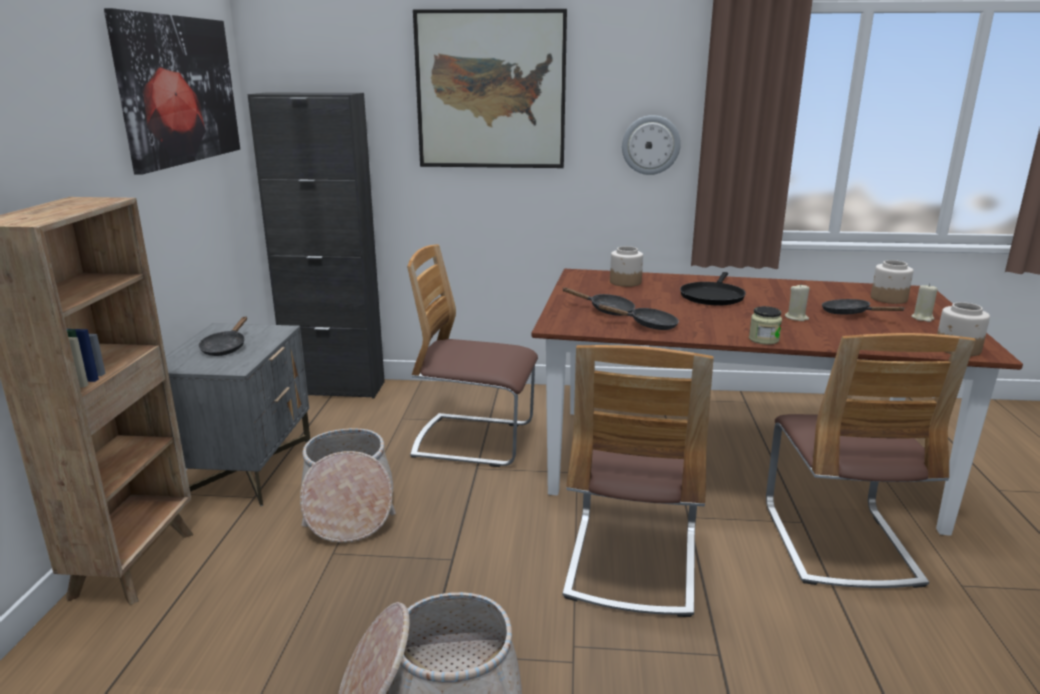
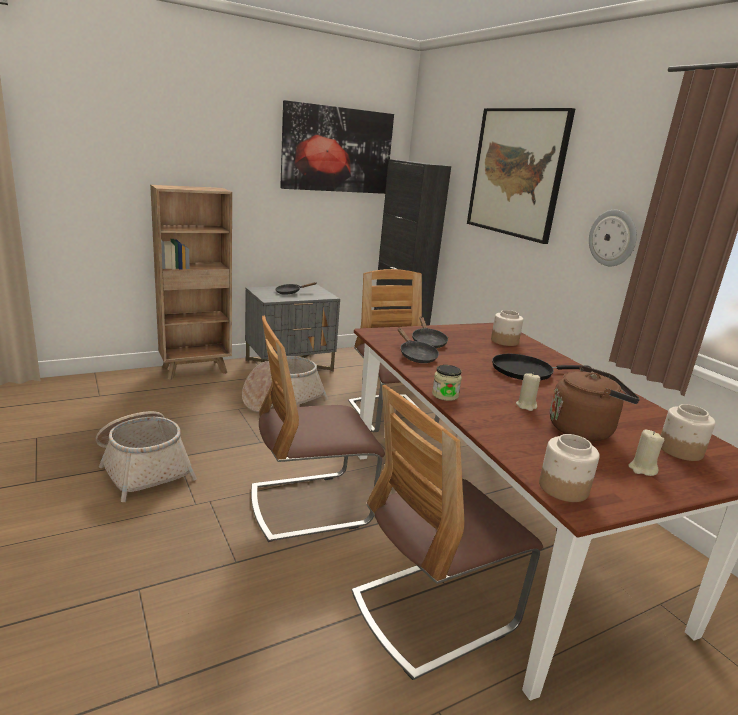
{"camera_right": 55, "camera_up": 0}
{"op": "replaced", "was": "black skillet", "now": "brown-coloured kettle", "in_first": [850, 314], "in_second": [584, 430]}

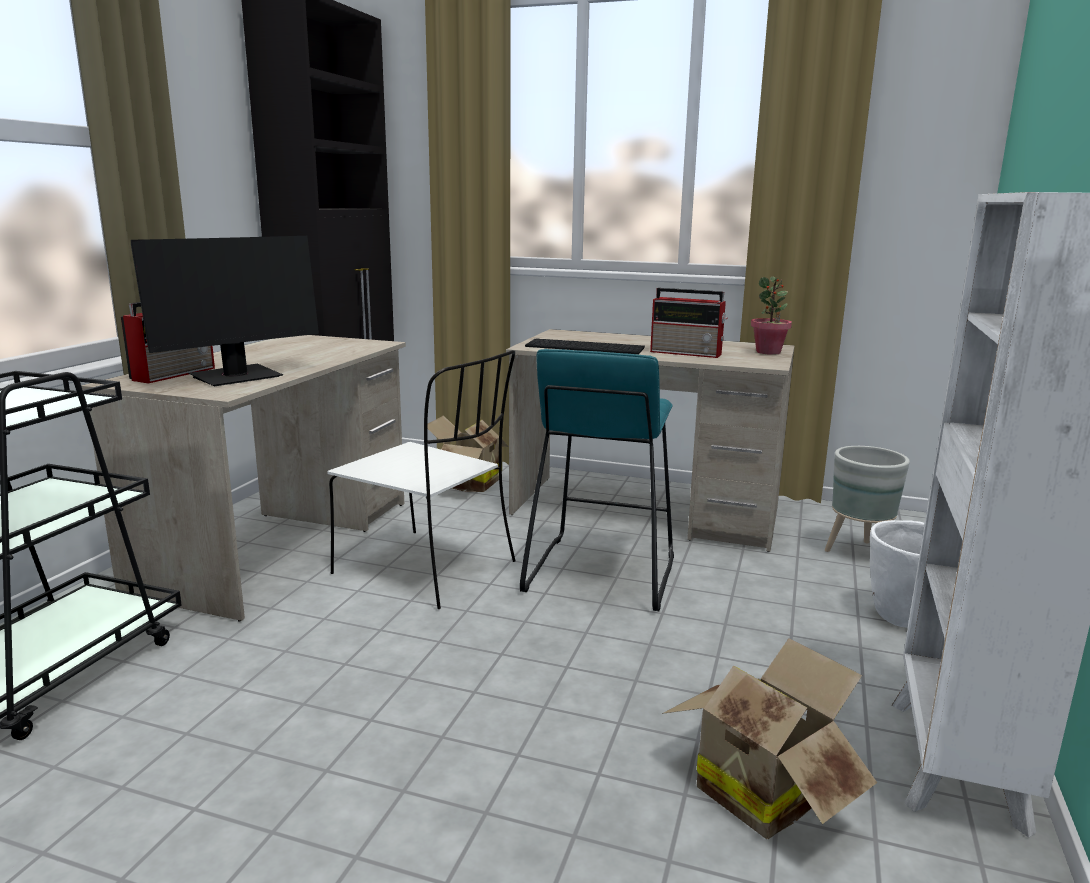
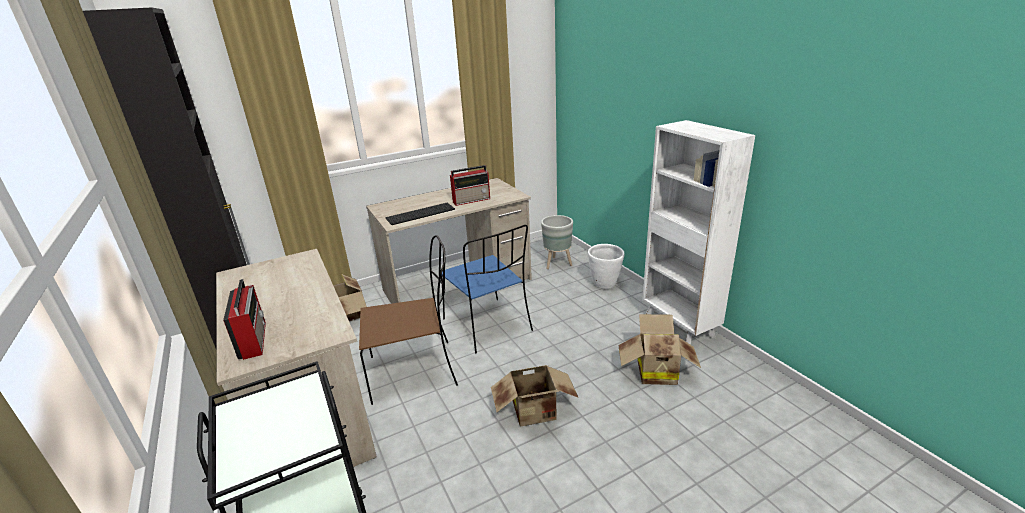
{"camera_right": -45, "camera_up": 10}
{"op": "removed", "was": "monitor", "in_first": [236, 377]}
{"op": "removed", "was": "houseplant", "in_first": [768, 352]}
{"op": "replaced", "was": "turquoise-coloured stool seat", "now": "blue-coloured chair", "in_first": [600, 572], "in_second": [488, 326]}
{"op": "recoloured", "was": "whitish chair", "now": "brown-coloured chair", "in_first": [429, 569], "in_second": [415, 370]}
{"op": "added", "now": "packing box", "in_second": [536, 414]}

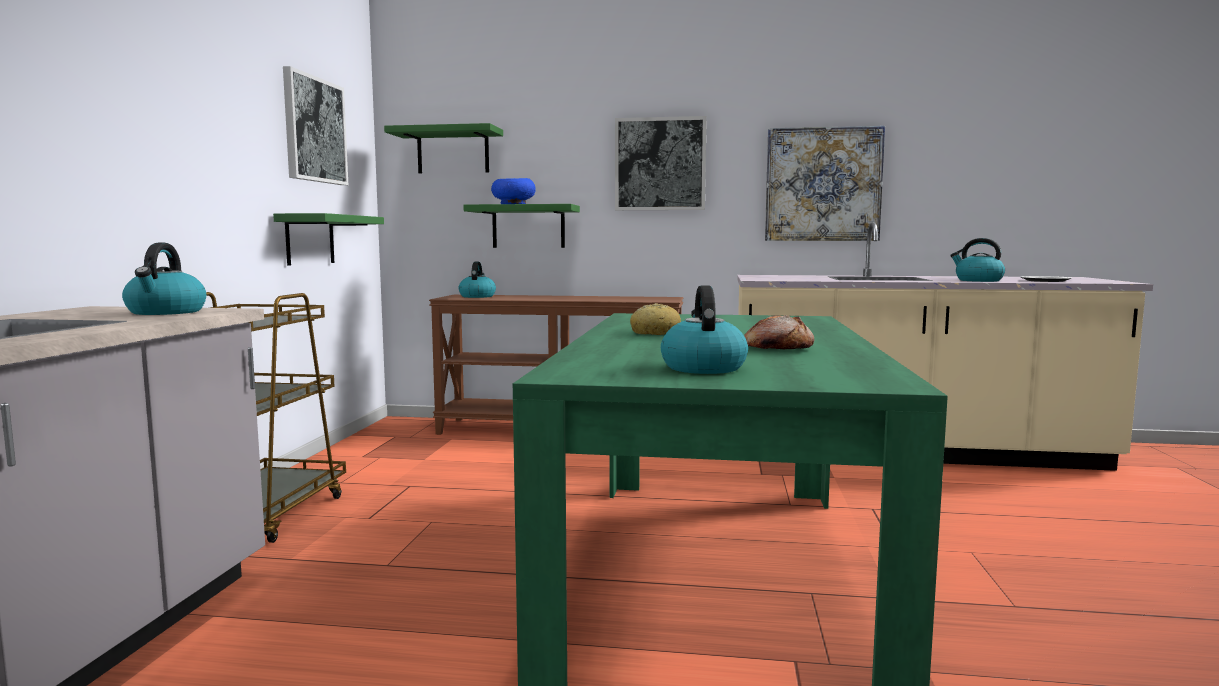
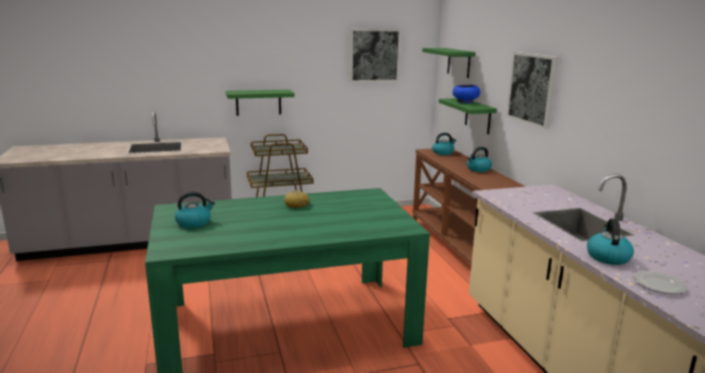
{"camera_right": 65, "camera_up": 10}
{"op": "removed", "was": "picture", "in_first": [823, 184]}
{"op": "moved", "was": "green bracket shelf", "in_first": [310, 239], "in_second": [258, 102]}
{"op": "moved", "was": "kettle", "in_first": [166, 312], "in_second": [478, 169]}
{"op": "removed", "was": "baked bread", "in_first": [777, 348]}

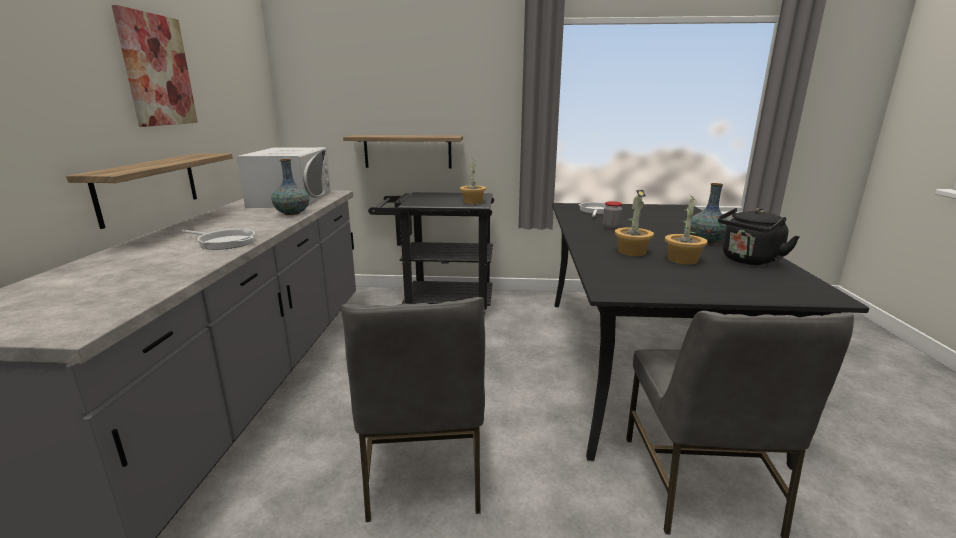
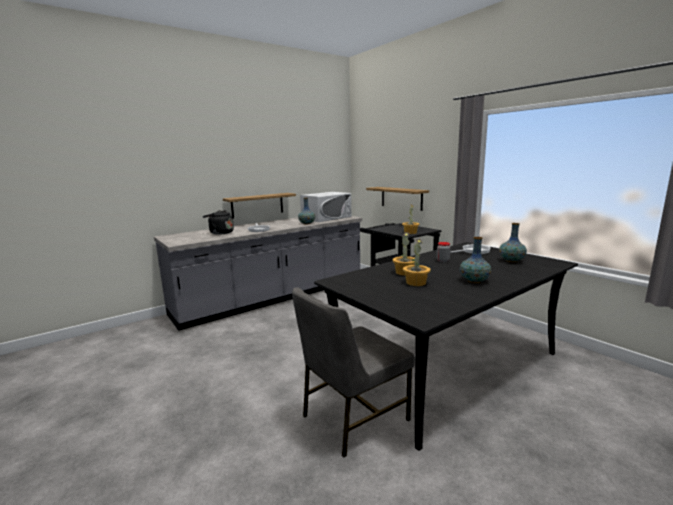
{"camera_right": 50, "camera_up": -5}
{"op": "removed", "was": "picture", "in_first": [157, 70]}
{"op": "moved", "was": "black kettle", "in_first": [749, 261], "in_second": [220, 233]}
{"op": "removed", "was": "greyish chair", "in_first": [423, 470]}
{"op": "added", "now": "vase", "in_second": [511, 260]}

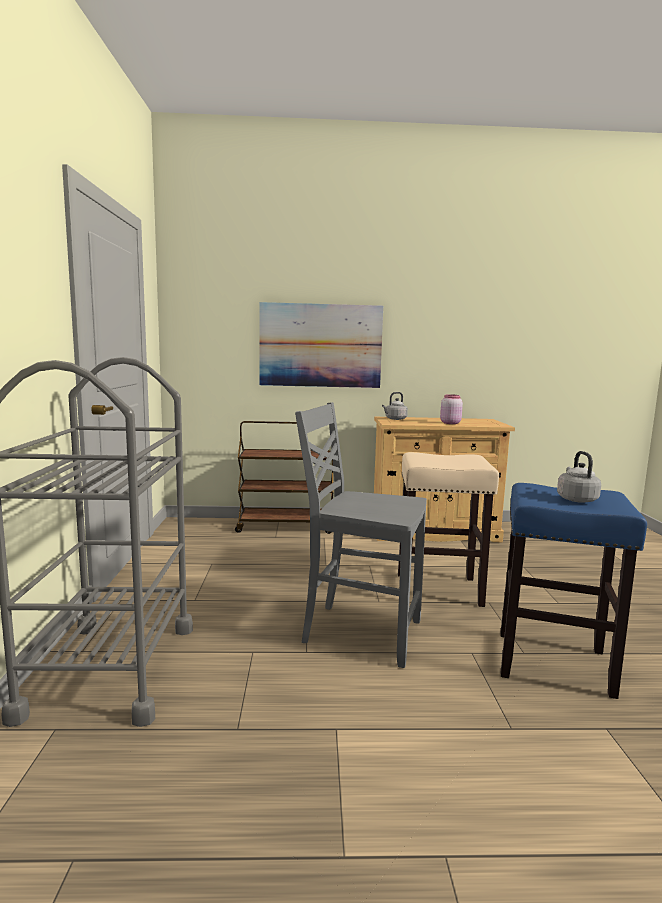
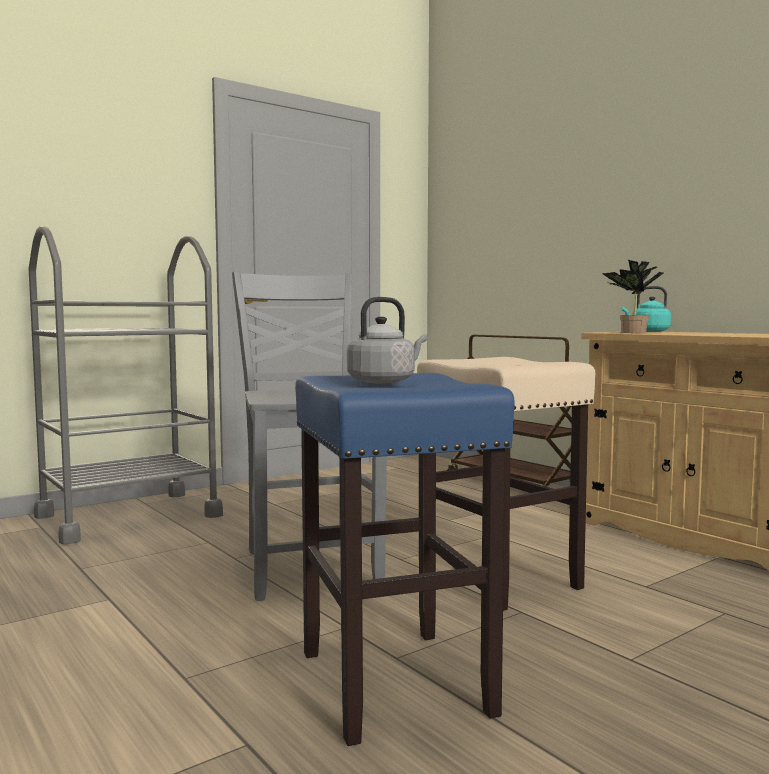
{"camera_right": 55, "camera_up": -5}
{"op": "removed", "was": "picture", "in_first": [320, 345]}
{"op": "recoloured", "was": "greyish kettle", "now": "turquoise-coloured kettle", "in_first": [395, 419], "in_second": [648, 331]}
{"op": "removed", "was": "pinkish storage jar", "in_first": [449, 423]}
{"op": "added", "now": "houseplant", "in_second": [631, 332]}

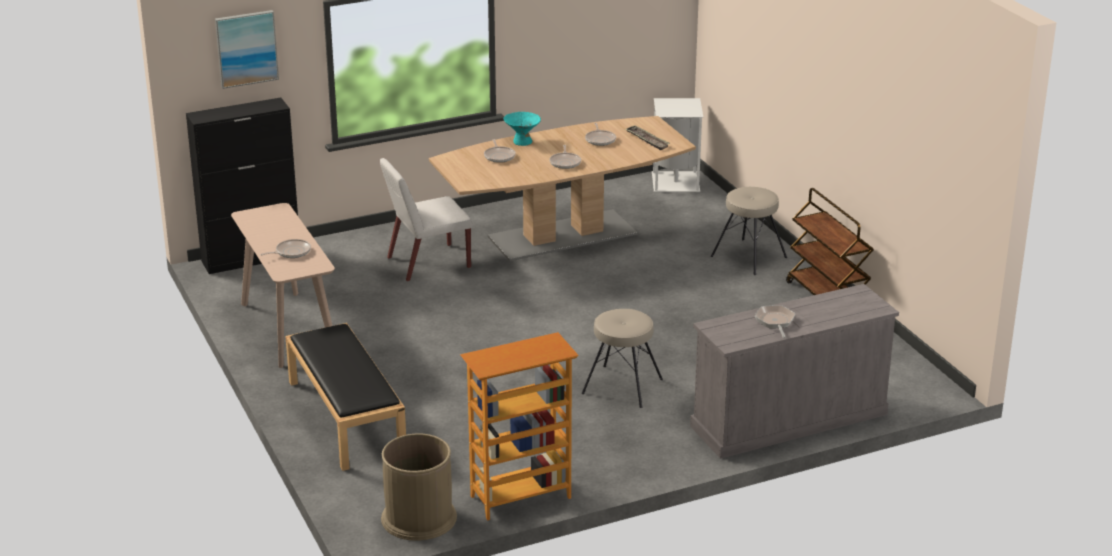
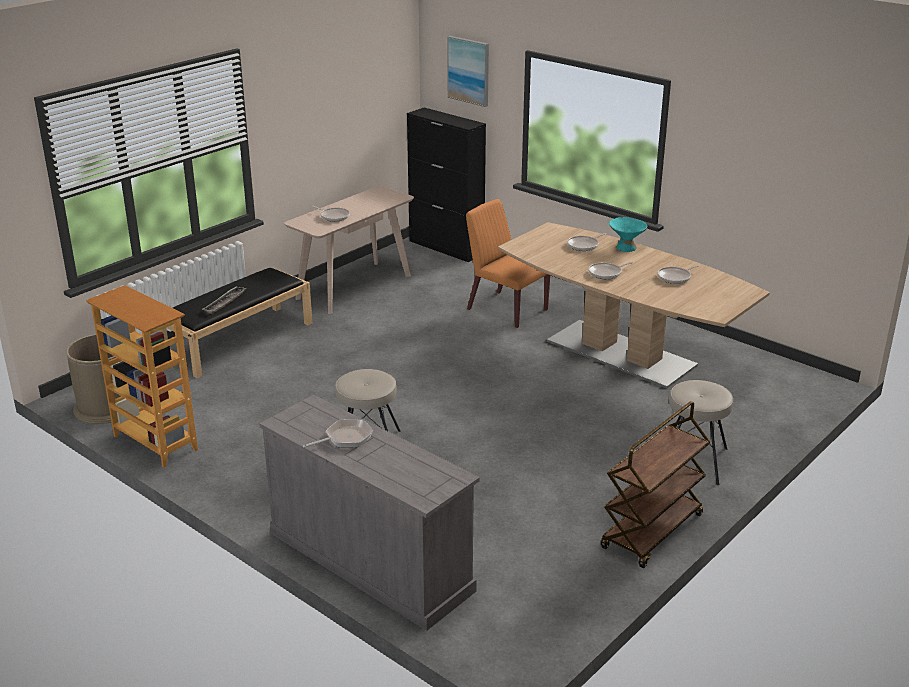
{"camera_right": 65, "camera_up": 0}
{"op": "removed", "was": "whitish waste bin", "in_first": [676, 181]}
{"op": "moved", "was": "carrying tray", "in_first": [647, 140], "in_second": [225, 303]}
{"op": "recoloured", "was": "whitish chair", "now": "orangey chair", "in_first": [427, 263], "in_second": [506, 309]}

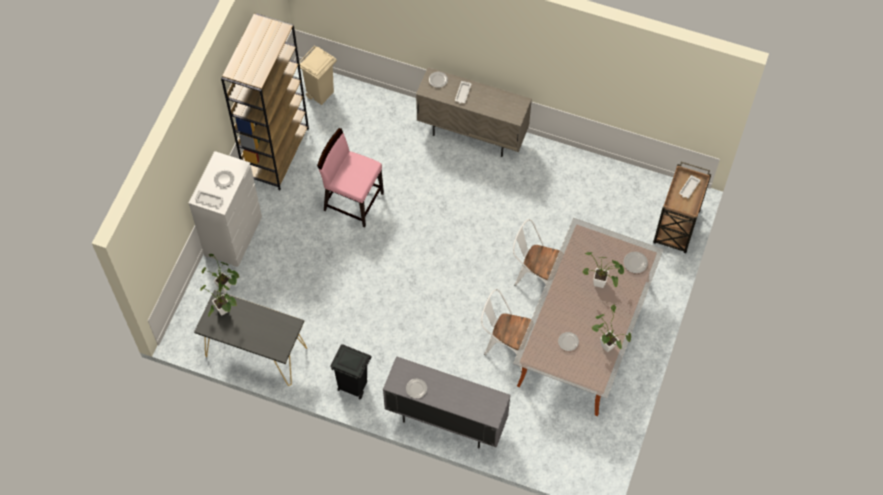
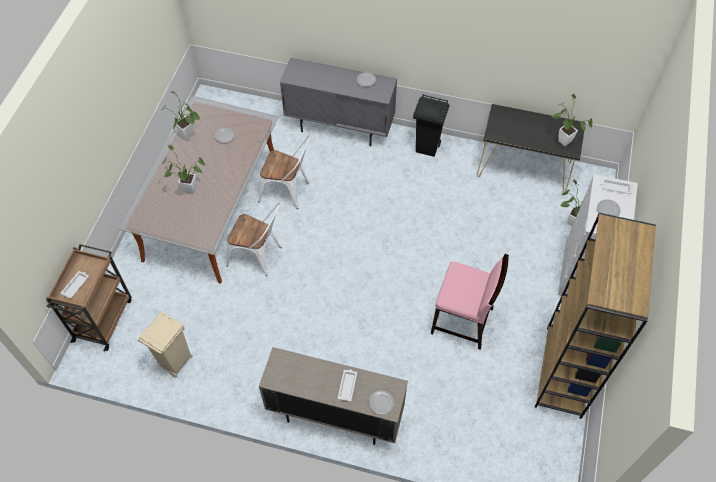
{"camera_right": 175, "camera_up": -5}
{"op": "moved", "was": "sand-coloured waste bin", "in_first": [321, 94], "in_second": [175, 363]}
{"op": "removed", "was": "plate", "in_first": [635, 262]}

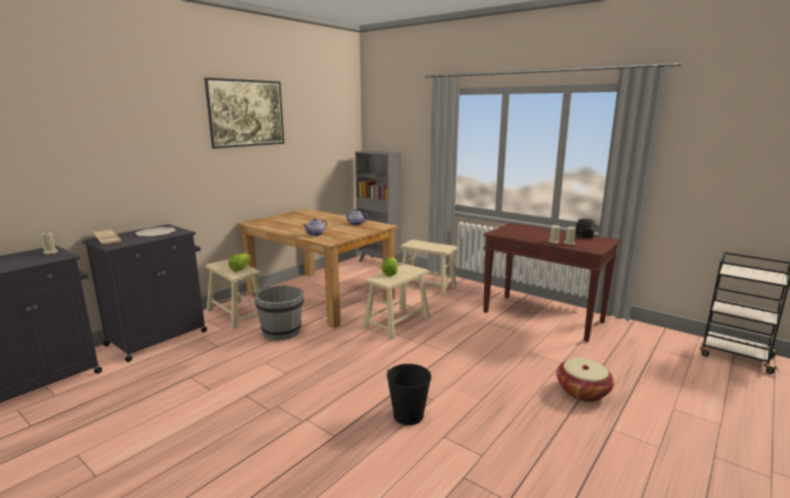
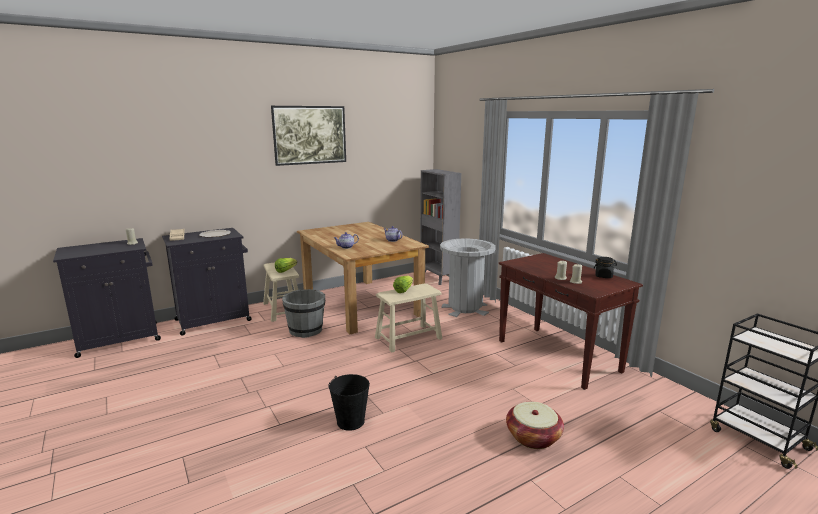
{"camera_right": 20, "camera_up": 0}
{"op": "replaced", "was": "sand-coloured stool seat", "now": "greyish waste bin", "in_first": [427, 286], "in_second": [465, 308]}

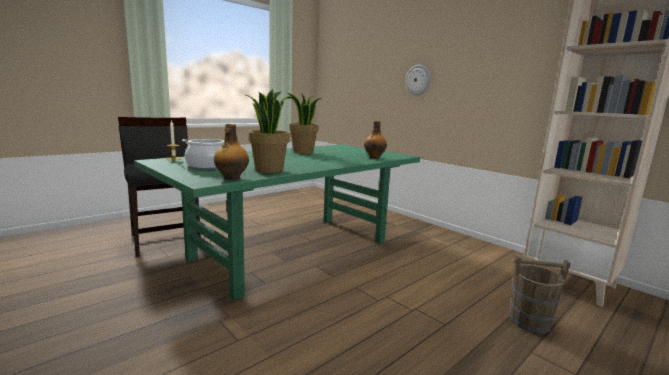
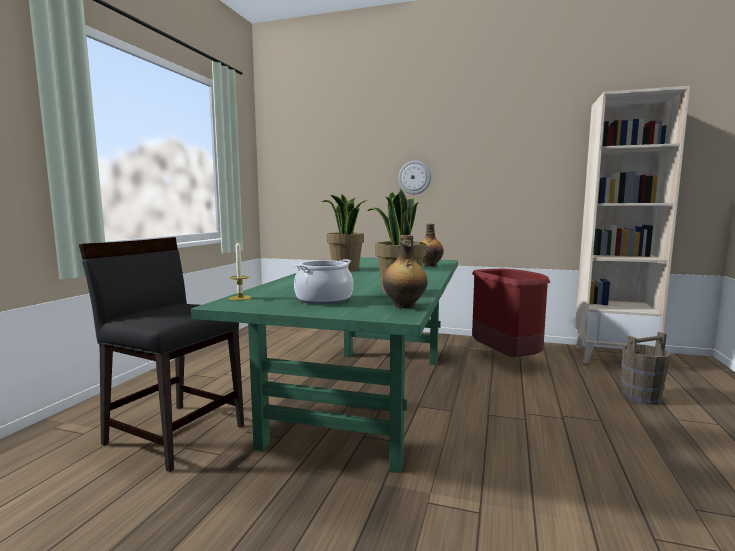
{"camera_right": -30, "camera_up": -5}
{"op": "added", "now": "reddish waste bin", "in_second": [507, 358]}

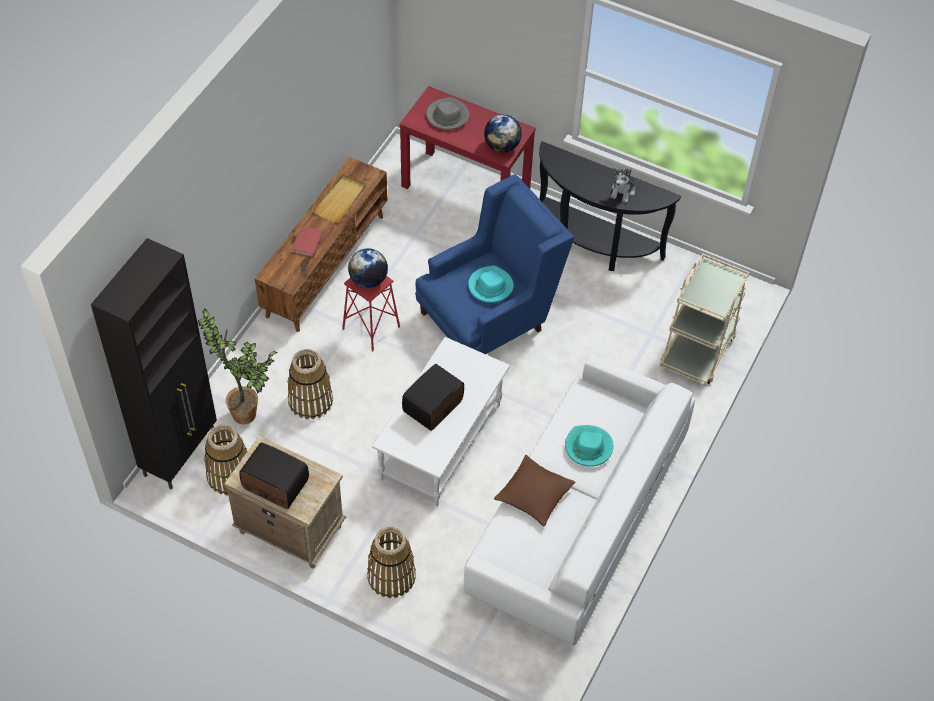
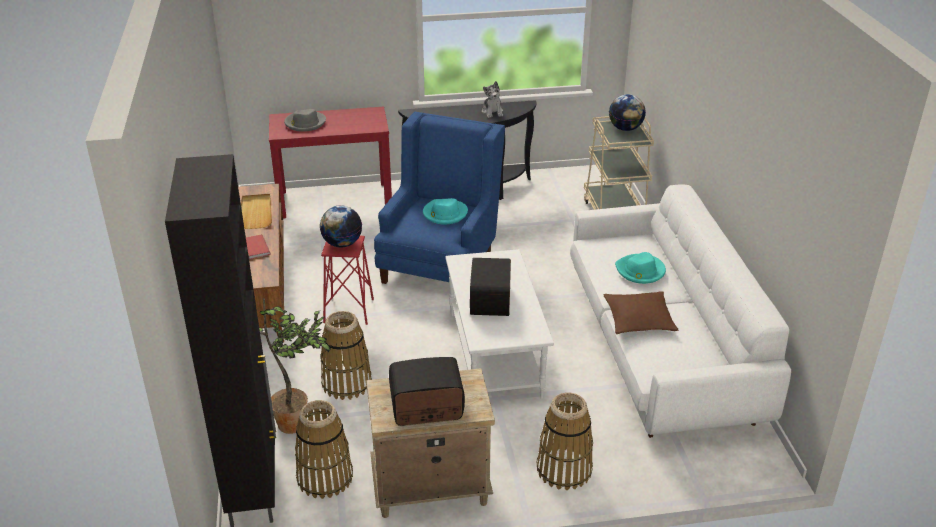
{"camera_right": -35, "camera_up": -20}
{"op": "moved", "was": "globe", "in_first": [502, 146], "in_second": [625, 129]}

